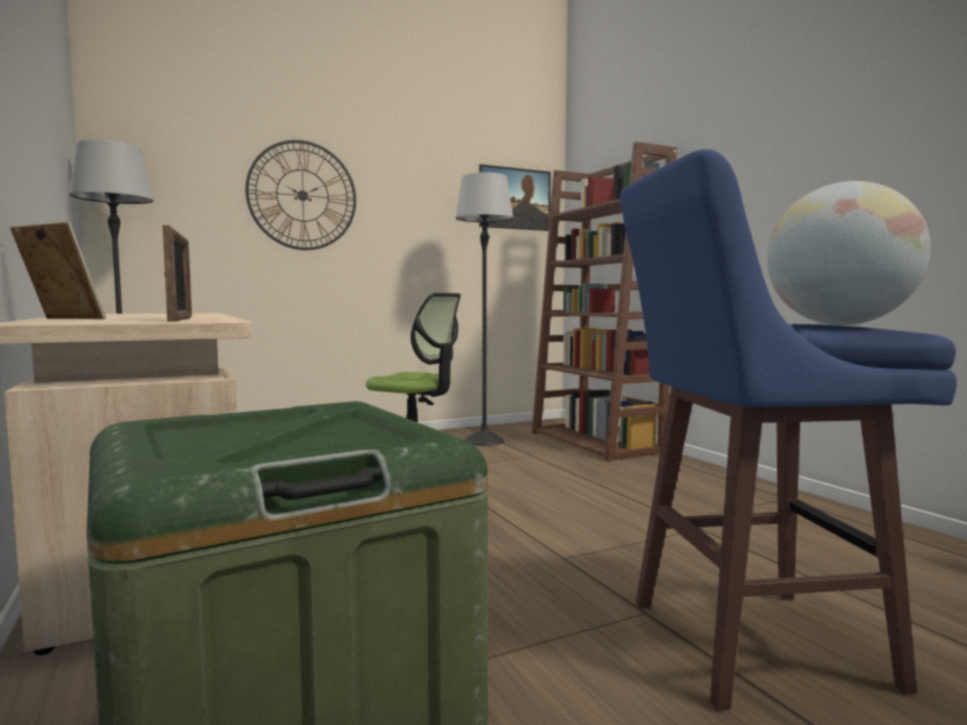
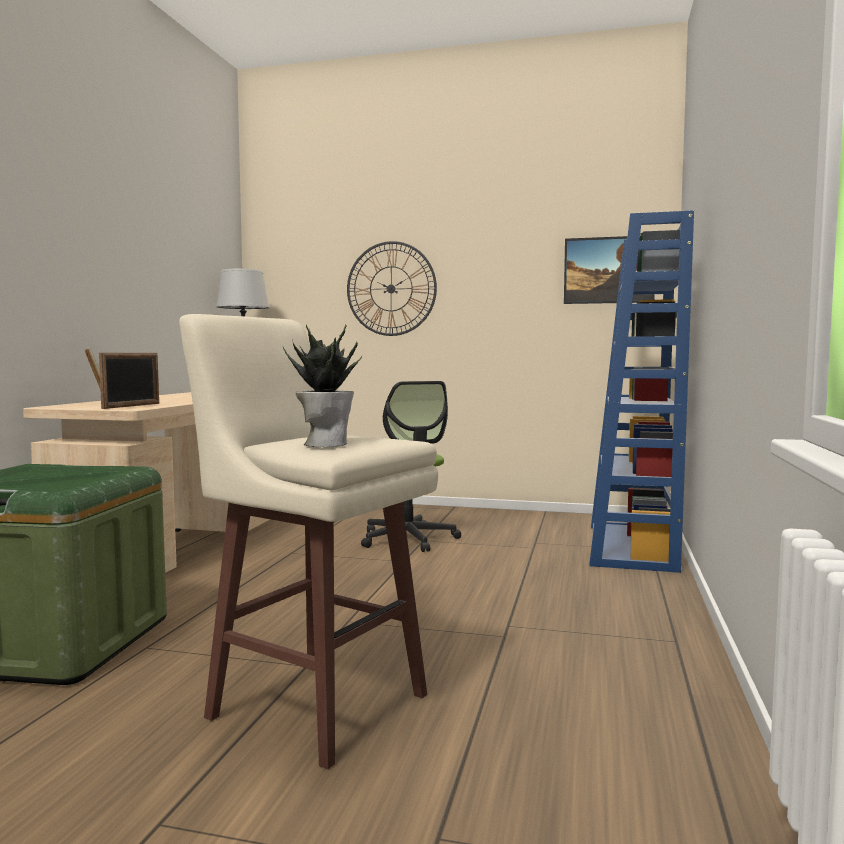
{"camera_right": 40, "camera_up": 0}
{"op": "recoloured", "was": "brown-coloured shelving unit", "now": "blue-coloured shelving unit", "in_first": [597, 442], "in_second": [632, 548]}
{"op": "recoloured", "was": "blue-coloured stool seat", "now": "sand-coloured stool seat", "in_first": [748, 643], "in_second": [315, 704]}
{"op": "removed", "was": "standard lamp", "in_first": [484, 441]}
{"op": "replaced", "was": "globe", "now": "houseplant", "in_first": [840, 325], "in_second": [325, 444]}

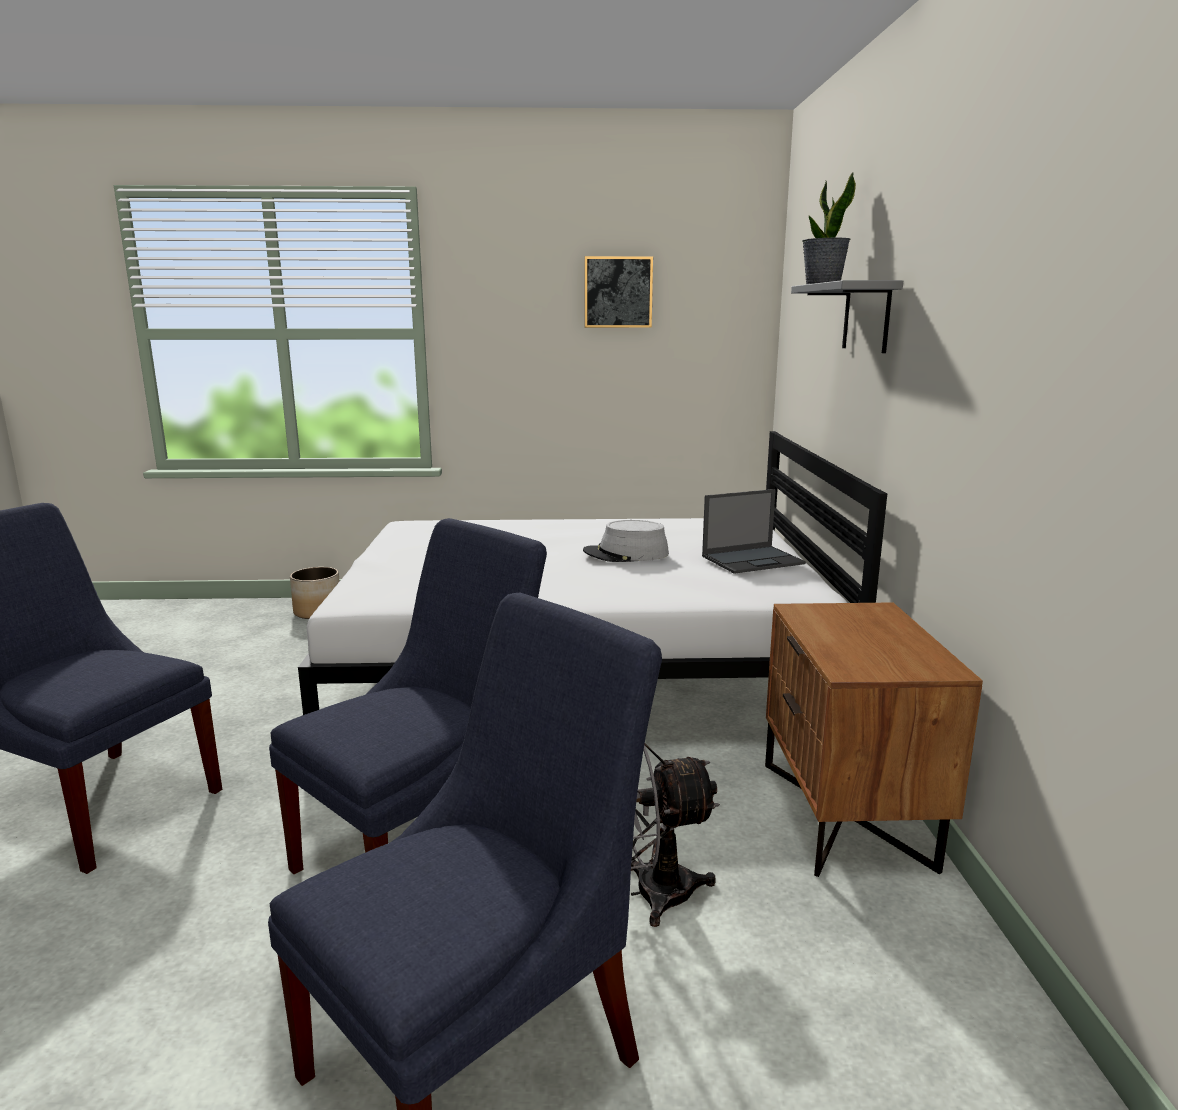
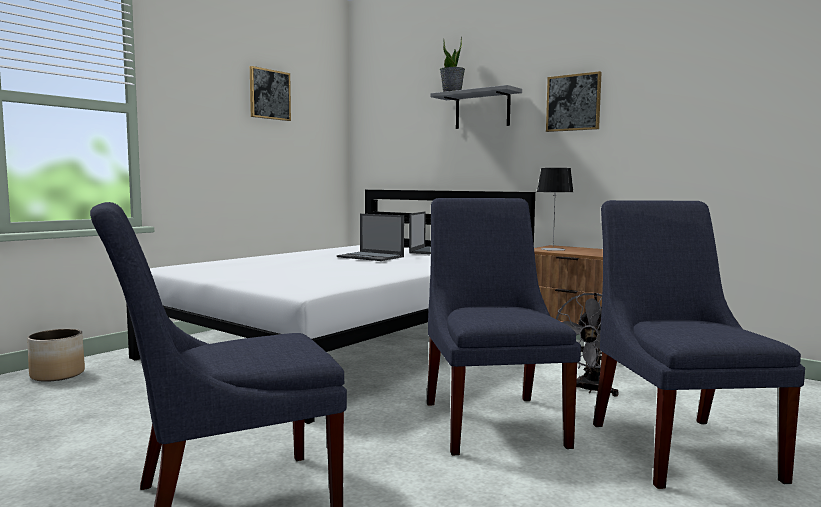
{"camera_right": -50, "camera_up": -10}
{"op": "replaced", "was": "greyish hat", "now": "portable computer", "in_first": [626, 554], "in_second": [371, 257]}
{"op": "added", "now": "picture", "in_second": [573, 102]}
{"op": "added", "now": "tabletop lamp", "in_second": [553, 249]}

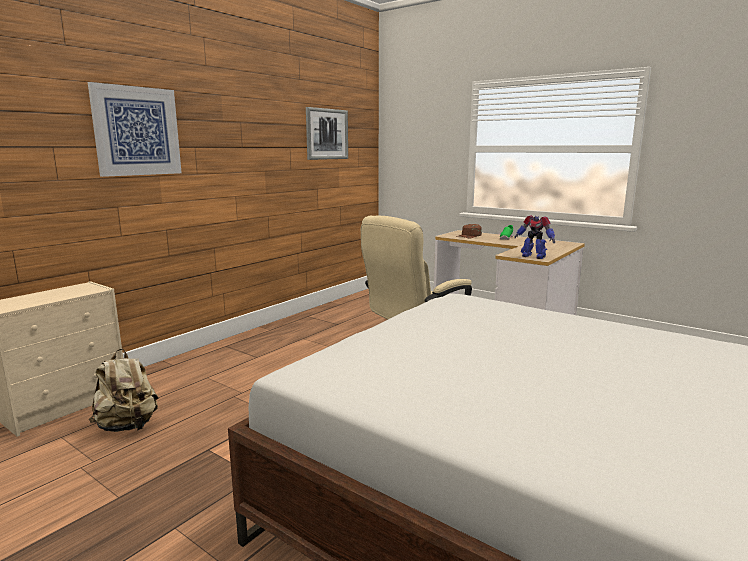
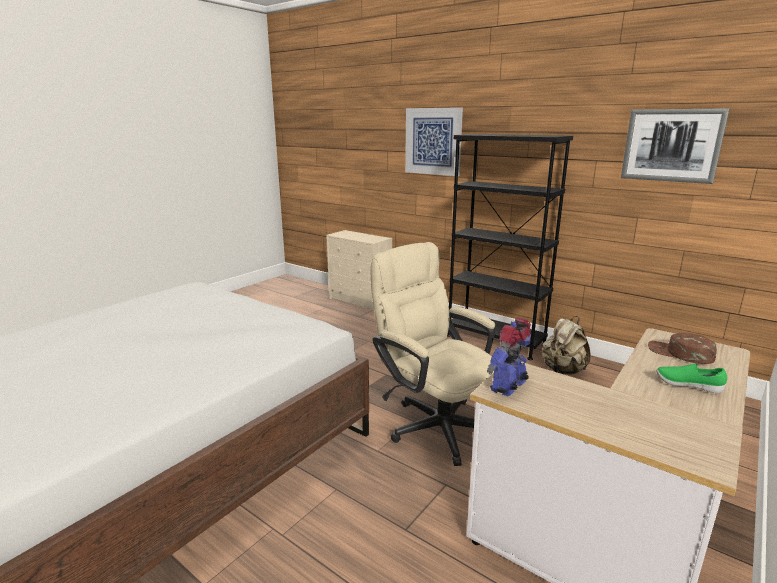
{"camera_right": 90, "camera_up": 5}
{"op": "moved", "was": "sand-coloured backpack", "in_first": [128, 426], "in_second": [563, 371]}
{"op": "added", "now": "black shelving unit", "in_second": [495, 340]}

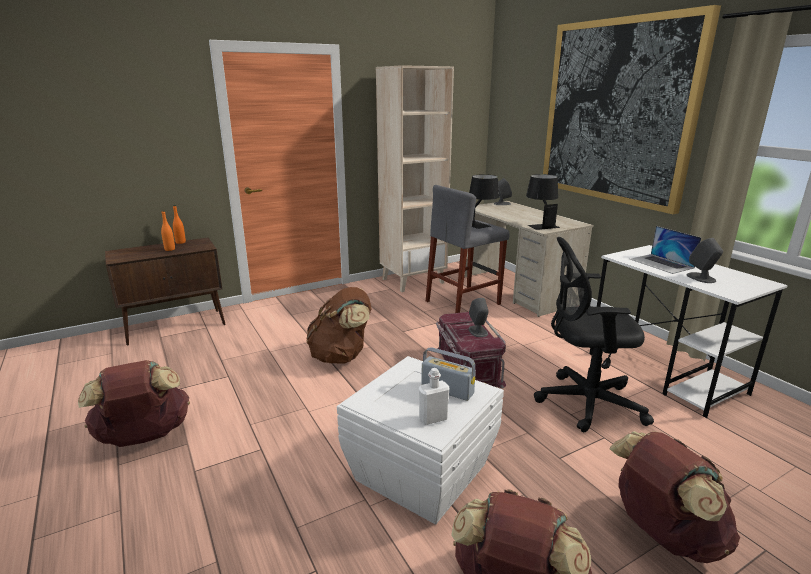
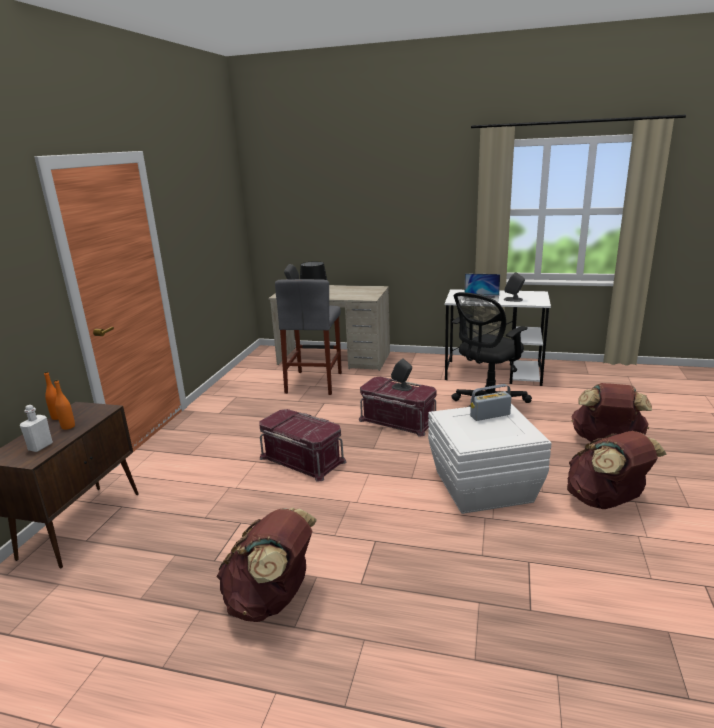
{"camera_right": -45, "camera_up": 0}
{"op": "removed", "was": "picture", "in_first": [617, 112]}
{"op": "removed", "was": "sand-coloured shelving unit", "in_first": [413, 280]}
{"op": "removed", "was": "black tabletop lamp", "in_first": [540, 225]}
{"op": "replaced", "was": "brown-coloured backpack", "now": "reddish storage box", "in_first": [341, 356], "in_second": [303, 459]}
{"op": "moved", "was": "whitish beverage bottle", "in_first": [433, 418], "in_second": [40, 446]}

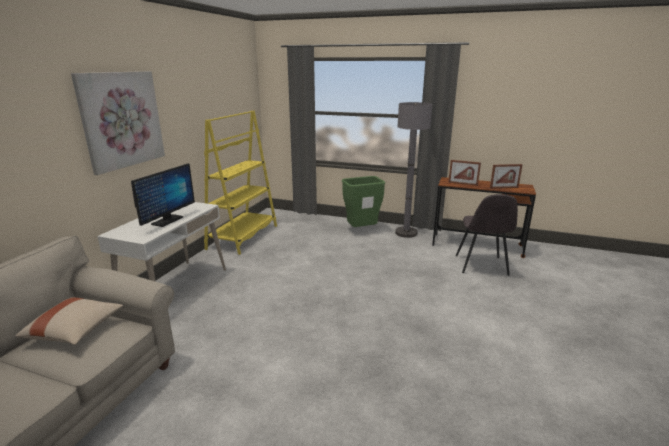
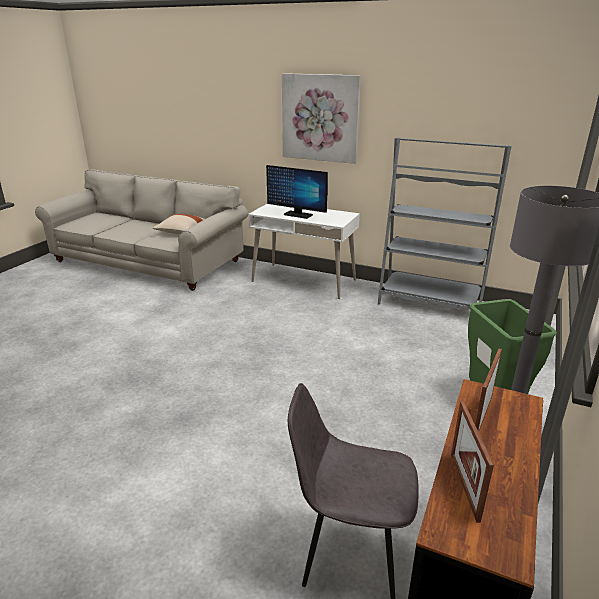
{"camera_right": 95, "camera_up": 5}
{"op": "recoloured", "was": "yellow-coloured shelving unit", "now": "greyish shelving unit", "in_first": [243, 237], "in_second": [430, 303]}

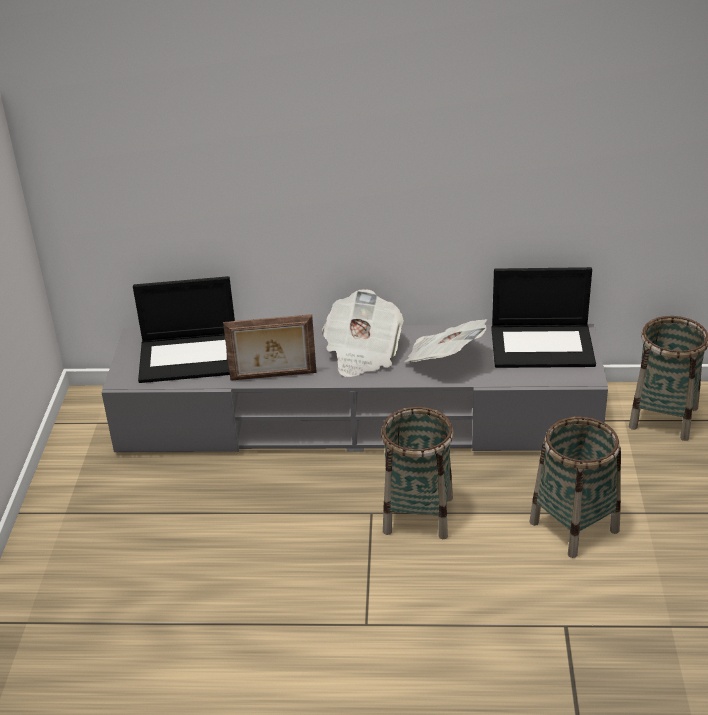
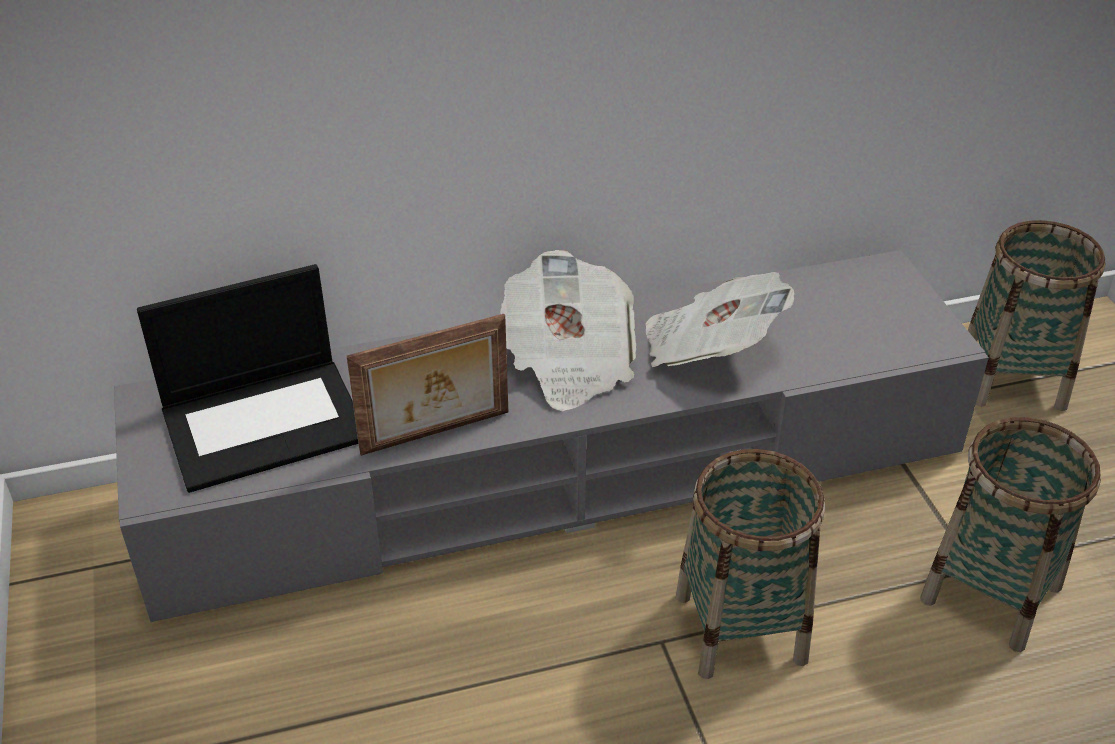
{"camera_right": -20, "camera_up": 5}
{"op": "removed", "was": "portable computer", "in_first": [543, 345]}

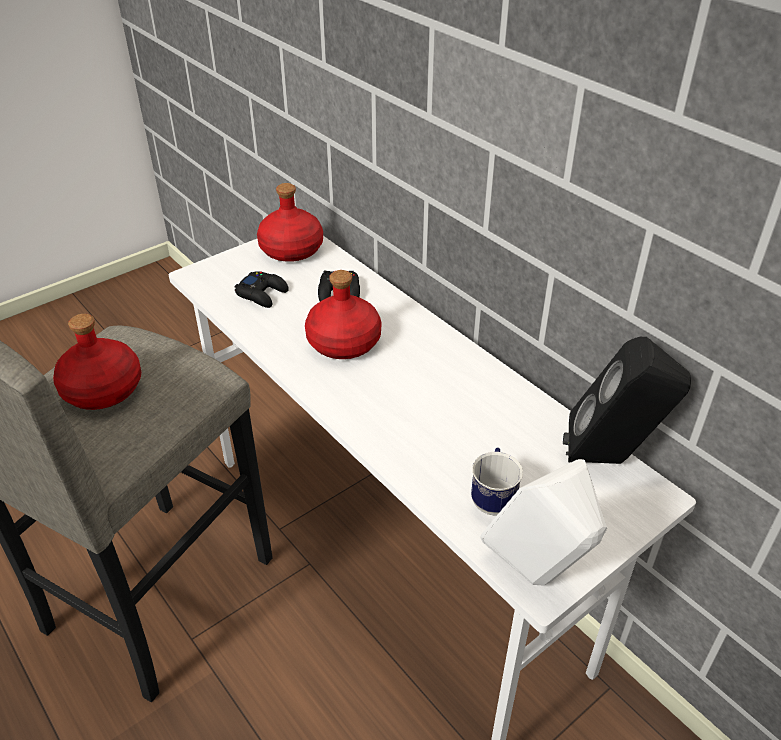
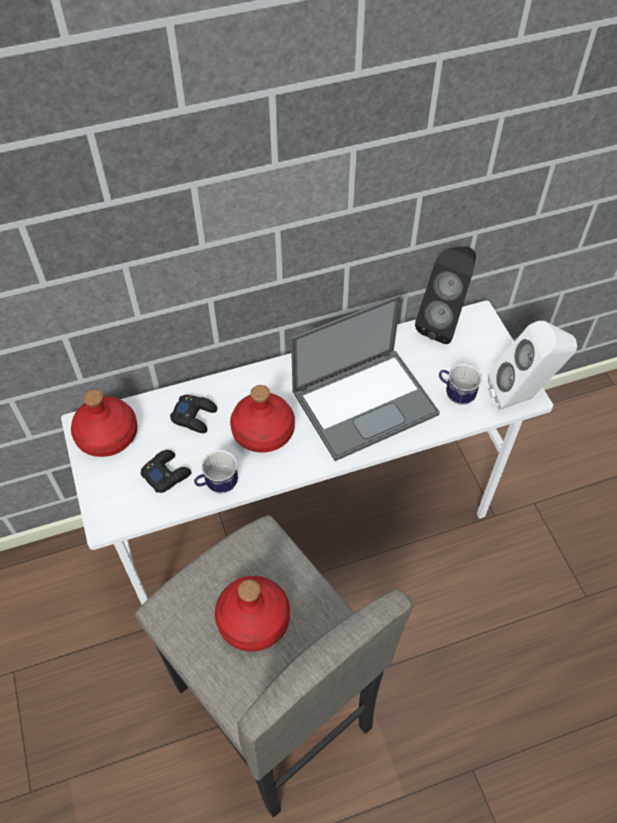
{"camera_right": -70, "camera_up": 15}
{"op": "added", "now": "portable computer", "in_second": [366, 402]}
{"op": "added", "now": "mug", "in_second": [217, 485]}

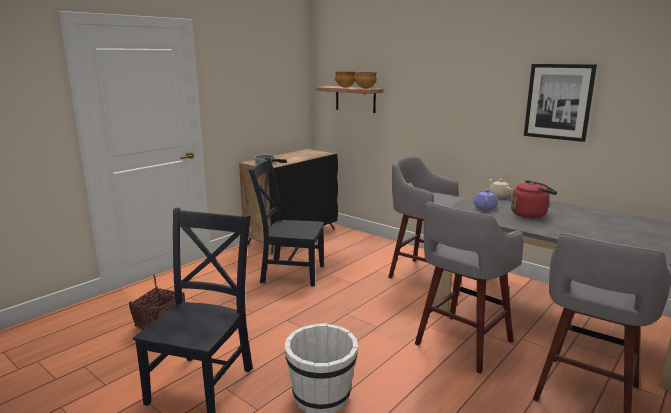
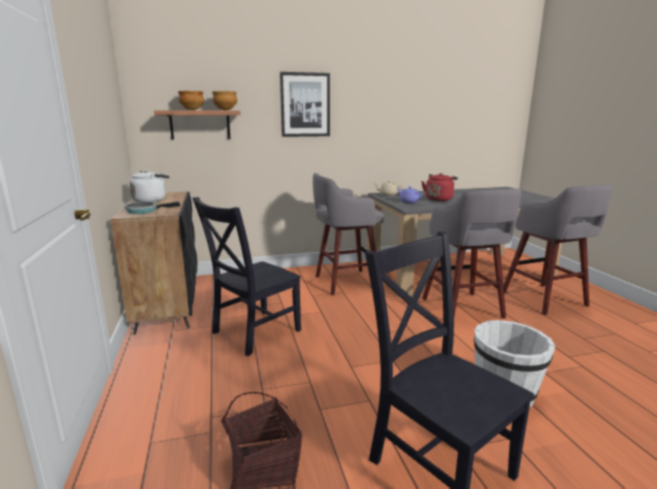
{"camera_right": -55, "camera_up": 0}
{"op": "moved", "was": "picture", "in_first": [558, 102], "in_second": [305, 105]}
{"op": "added", "now": "whitish kettle", "in_second": [151, 200]}

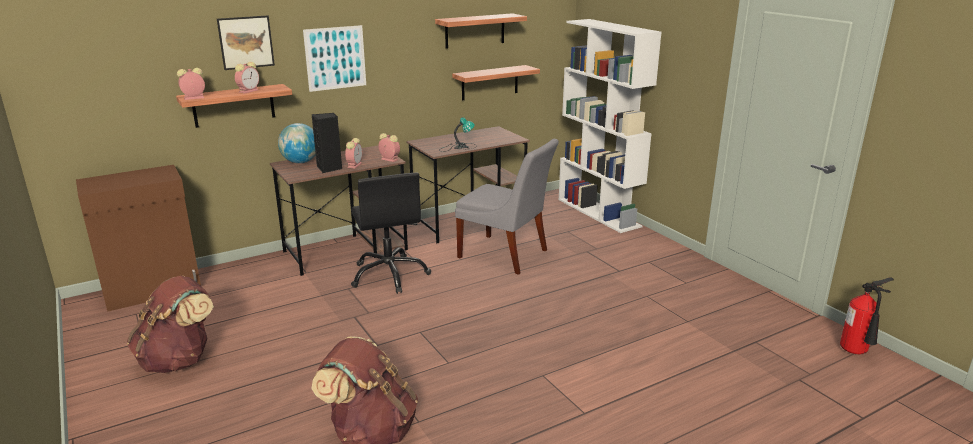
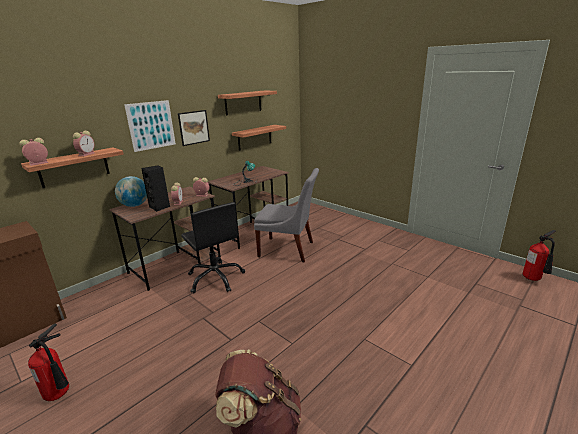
{"camera_right": -15, "camera_up": 0}
{"op": "moved", "was": "picture", "in_first": [246, 42], "in_second": [194, 127]}
{"op": "removed", "was": "whitish shelving unit", "in_first": [599, 213]}
{"op": "replaced", "was": "brown-coloured backpack", "now": "extinguisher", "in_first": [179, 360], "in_second": [61, 394]}

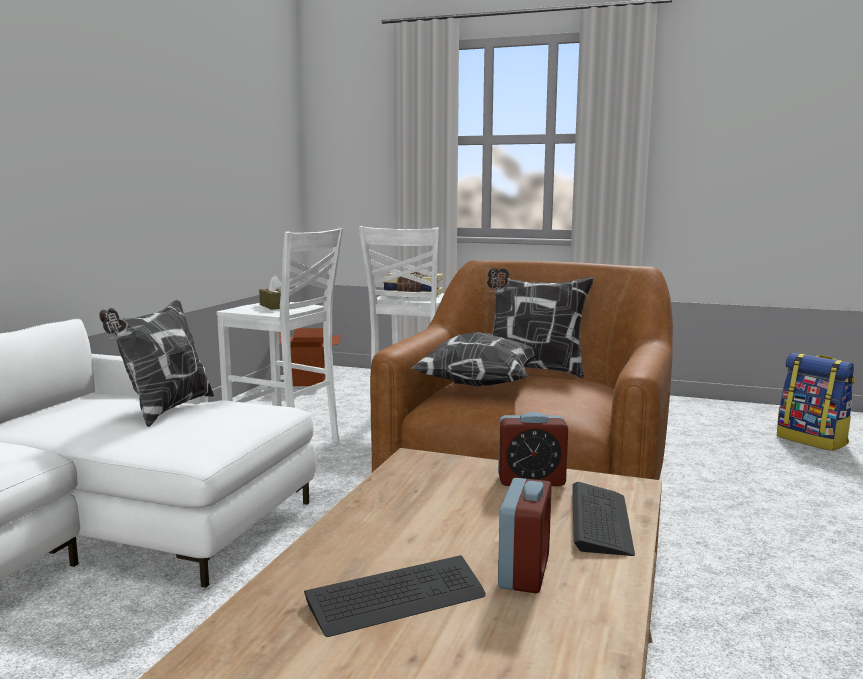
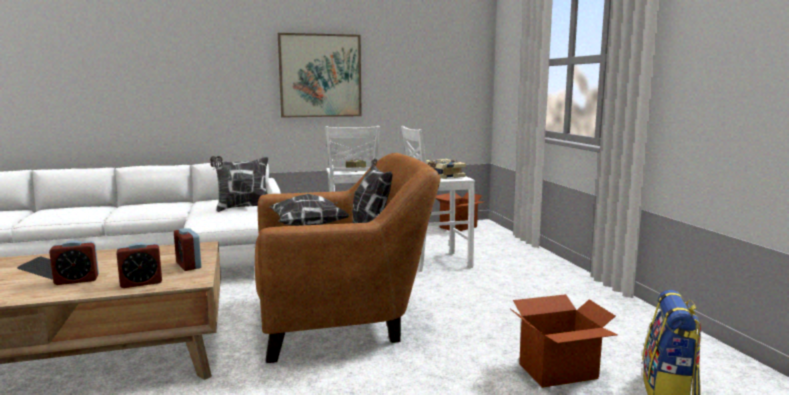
{"camera_right": 55, "camera_up": 0}
{"op": "replaced", "was": "keyboard", "now": "table clock", "in_first": [600, 521], "in_second": [141, 283]}
{"op": "added", "now": "picture", "in_second": [320, 76]}
{"op": "added", "now": "packing box", "in_second": [558, 372]}

